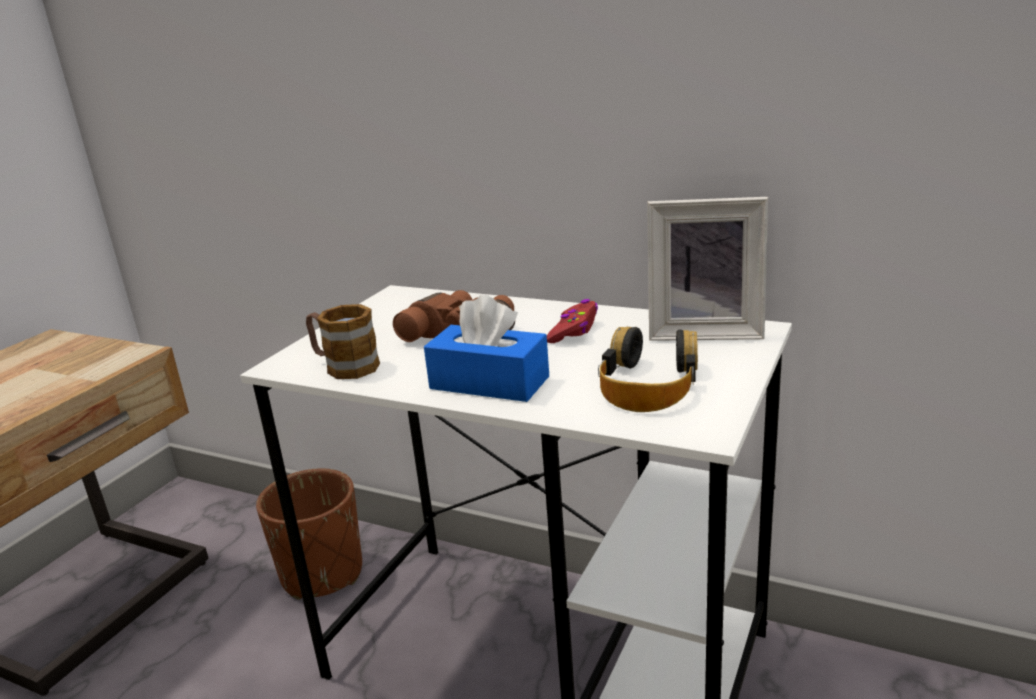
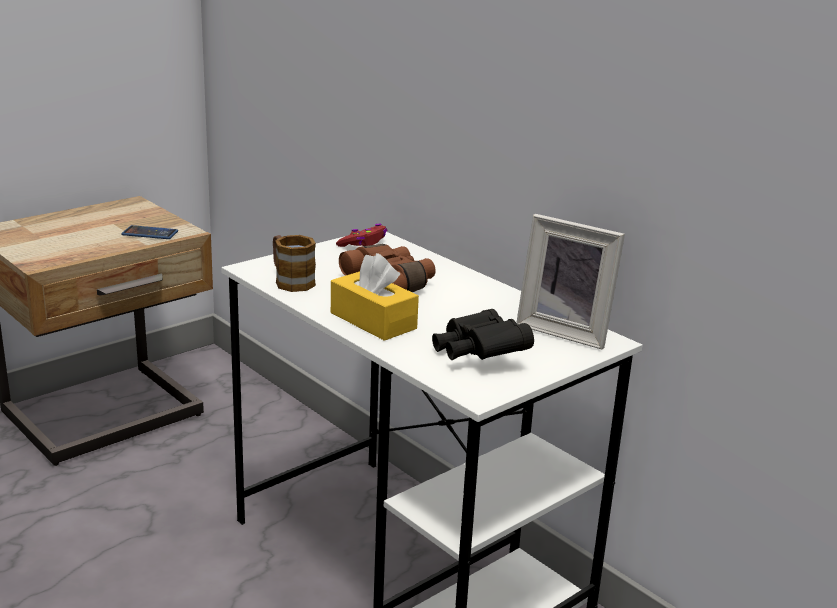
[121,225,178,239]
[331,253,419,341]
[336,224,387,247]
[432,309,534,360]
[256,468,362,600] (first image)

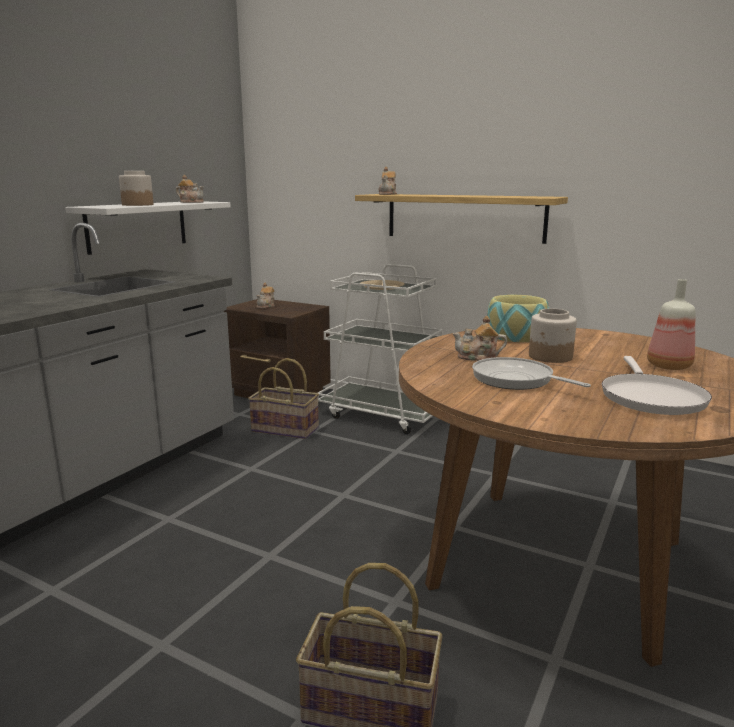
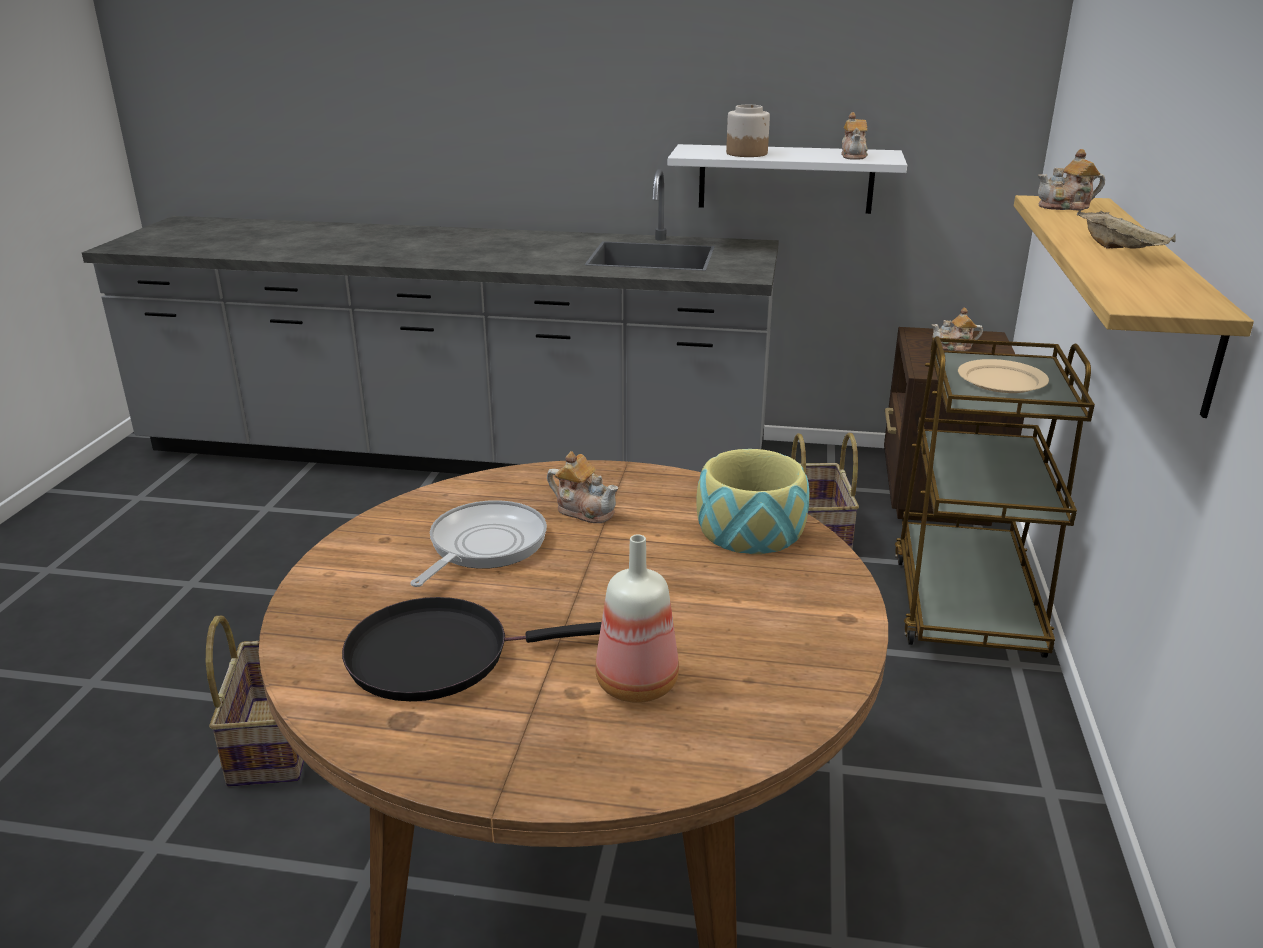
[342,597,602,701]
[547,451,618,523]
[895,336,1095,658]
[1077,209,1176,249]
[529,308,577,363] (first image)

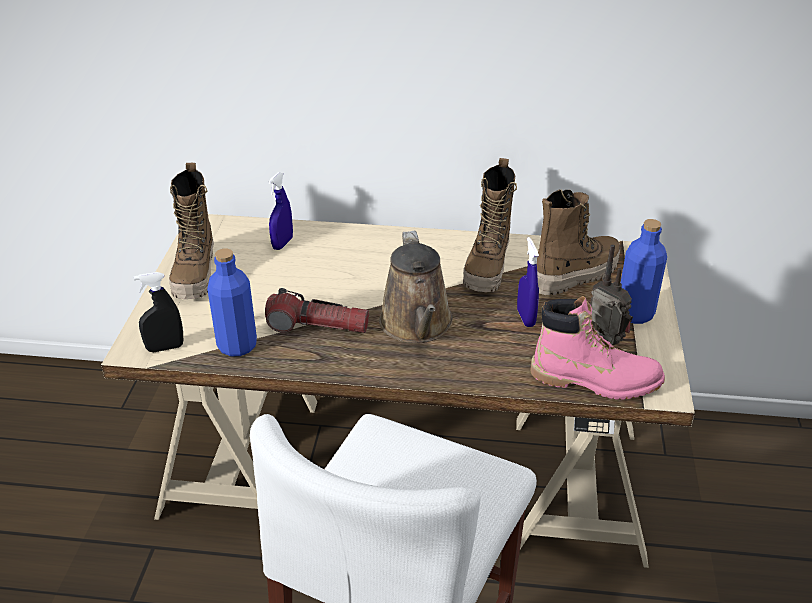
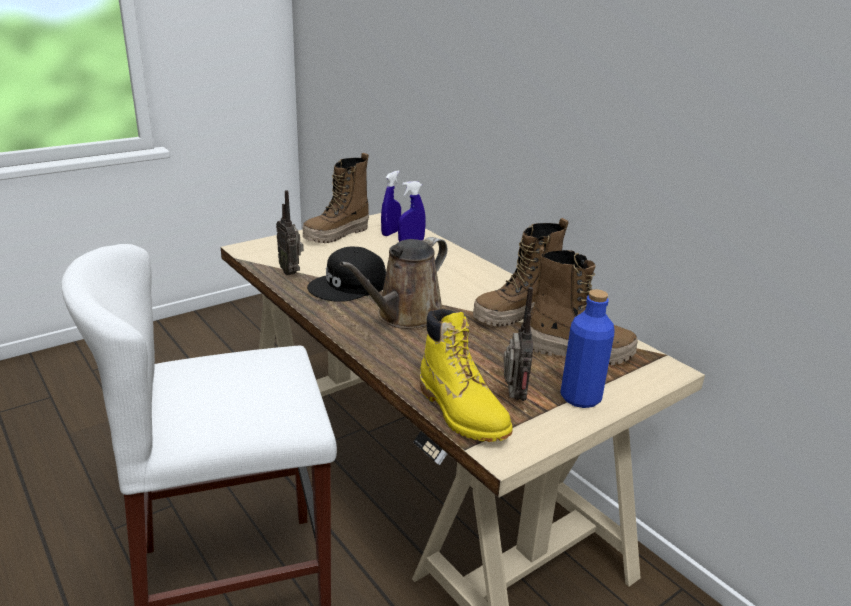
[276,190,304,275]
[307,247,386,302]
[381,171,401,236]
[419,308,513,442]
[134,272,183,352] (first image)

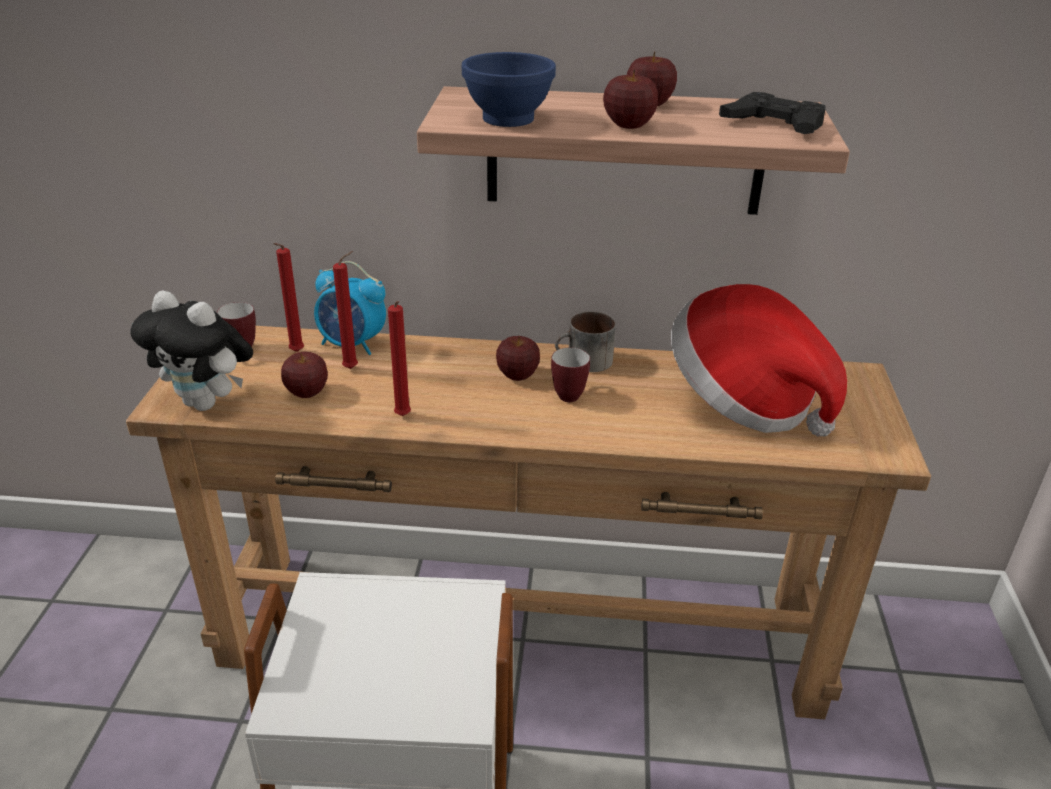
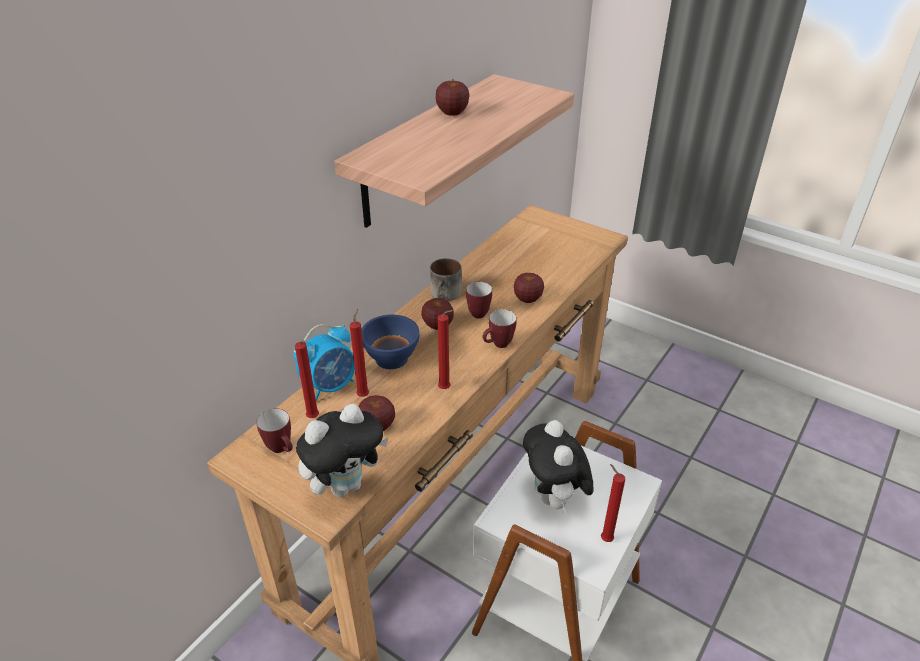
[361,315,420,369]
[482,309,517,348]
[514,273,544,303]
[523,420,593,514]
[601,464,625,542]
[671,284,847,436] (first image)
[719,92,826,134] (first image)

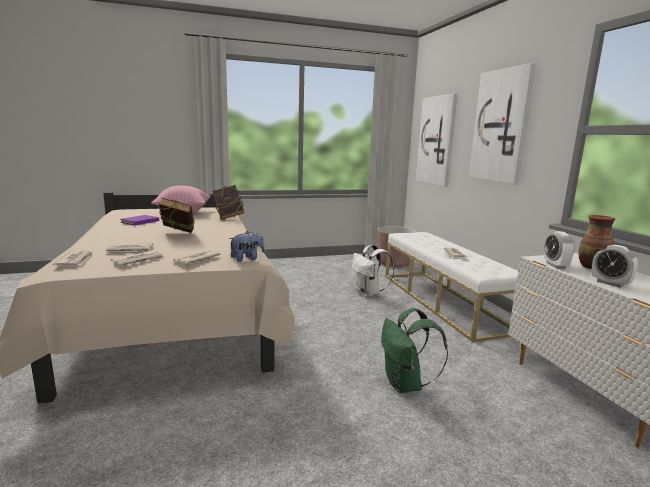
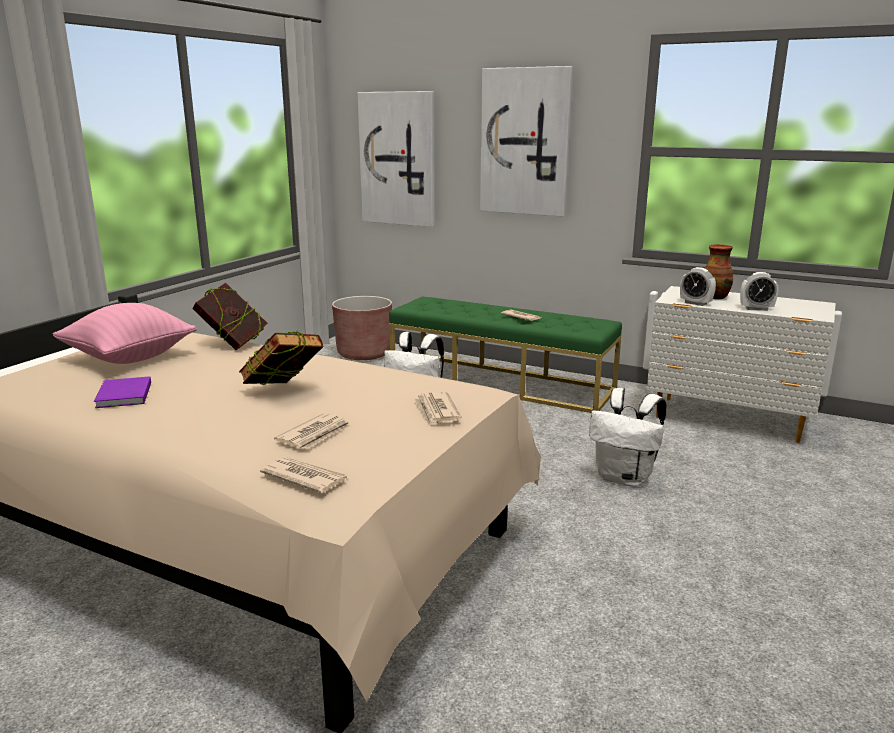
[389,297,622,413]
[589,388,666,487]
[110,251,165,266] (first image)
[229,231,265,262] (first image)

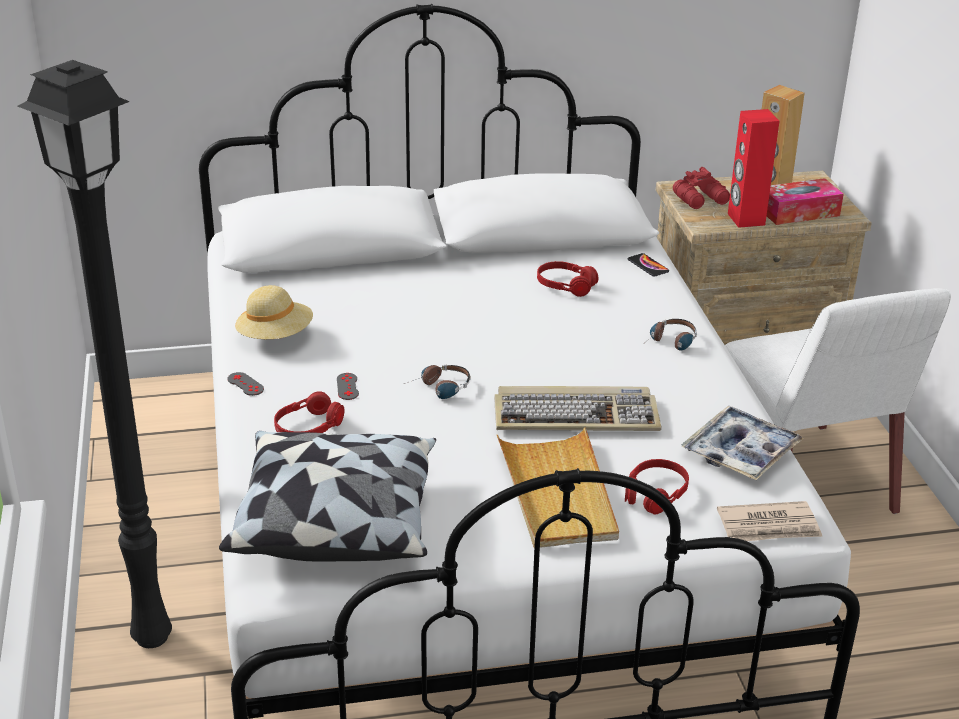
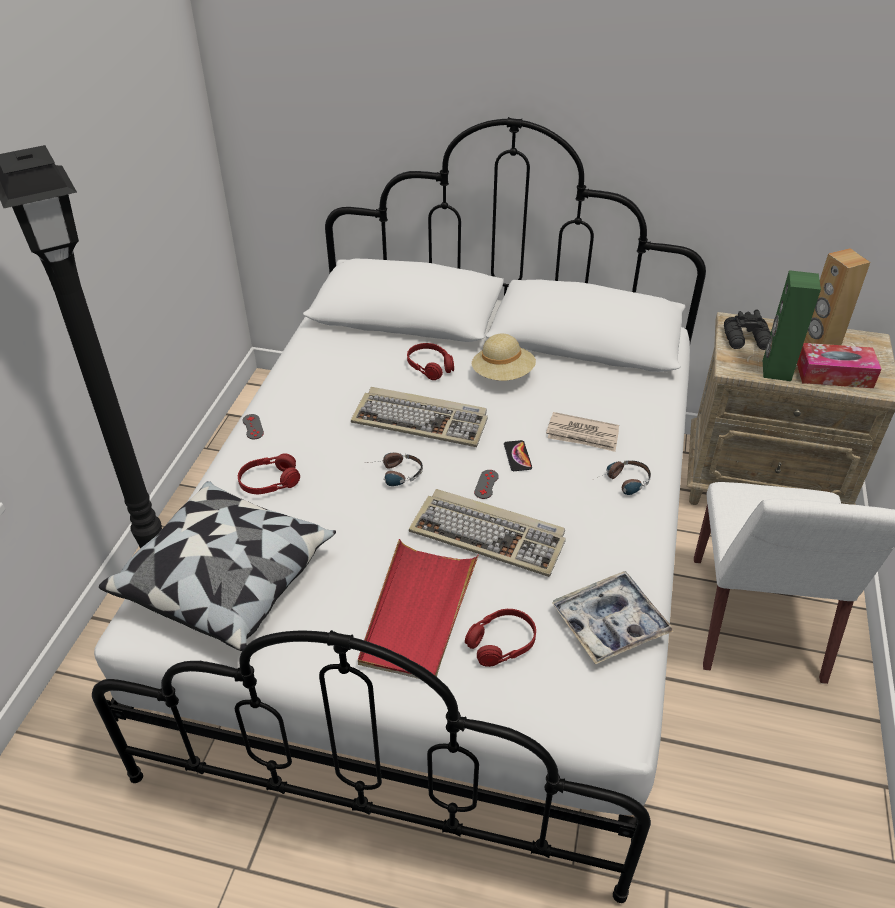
[351,387,488,447]
[358,539,479,679]
[407,343,454,380]
[472,334,536,381]
[474,470,499,499]
[504,440,532,471]
[546,412,619,452]
[724,309,771,350]
[763,270,821,381]

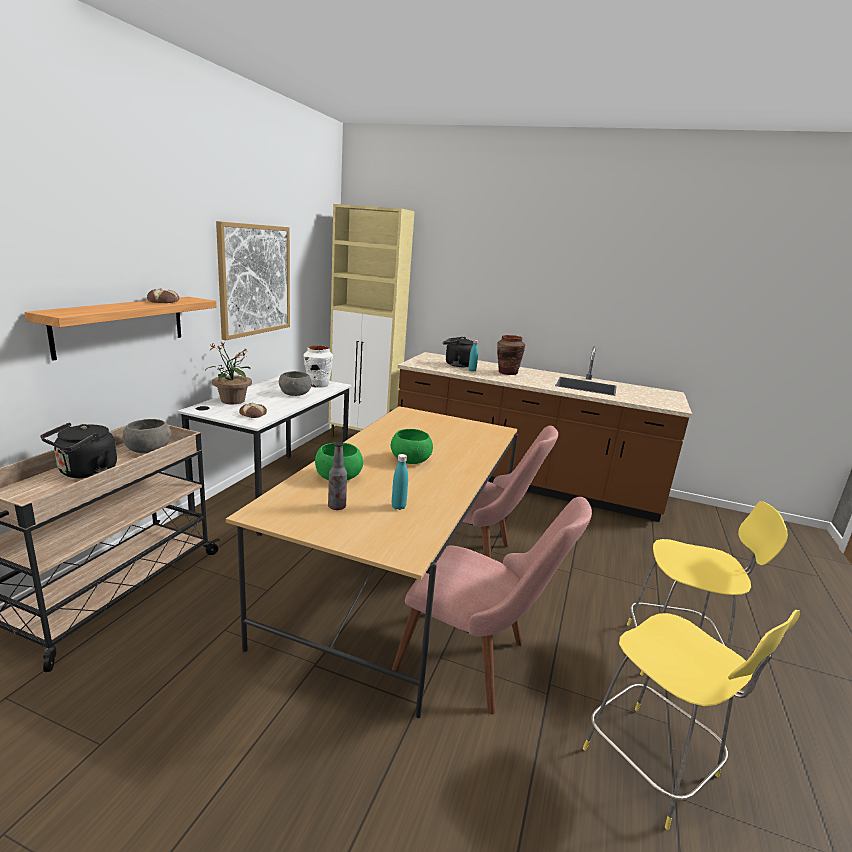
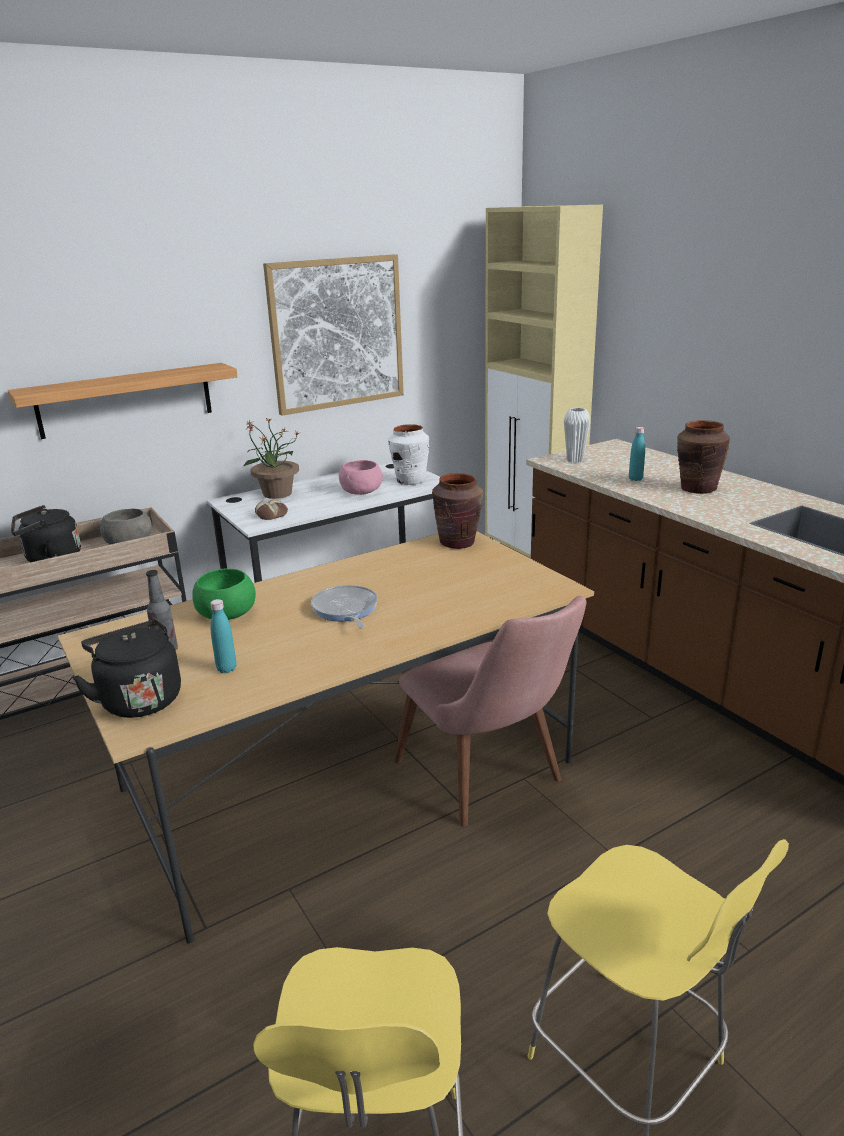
[72,620,181,718]
[311,585,378,629]
[339,460,383,495]
[432,473,483,549]
[564,408,591,463]
[147,288,179,303] (first image)
[392,497,592,715] (first image)

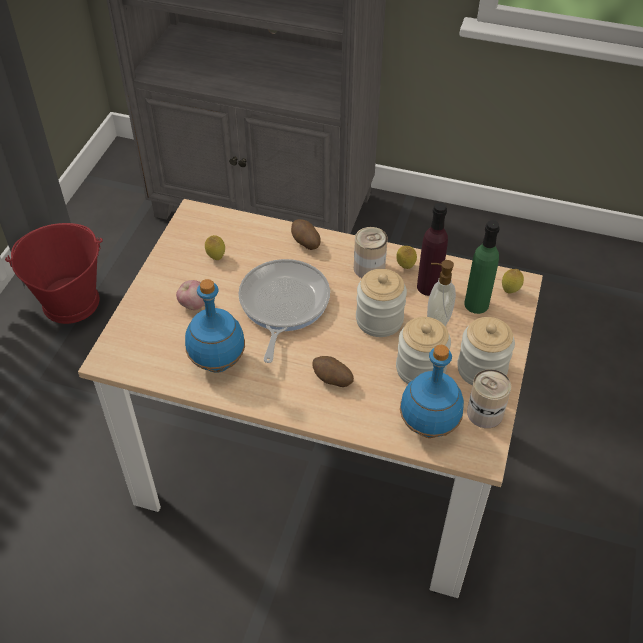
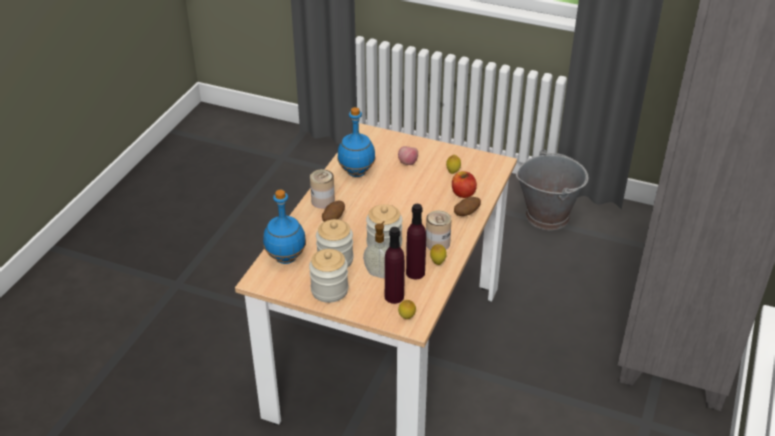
[310,169,335,209]
[385,227,405,304]
[452,171,477,198]
[516,149,589,230]
[238,259,330,363] (first image)

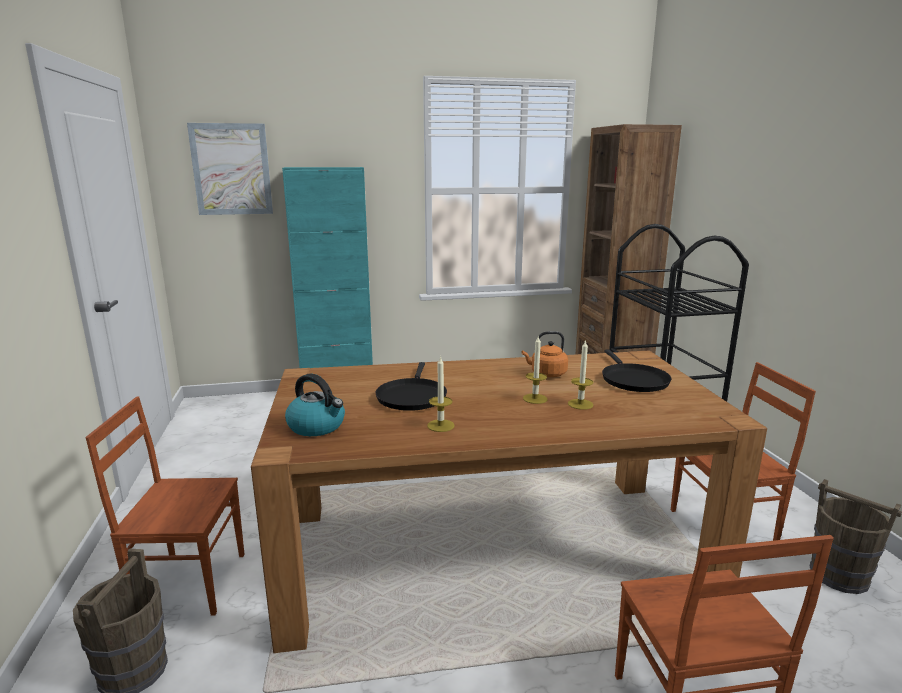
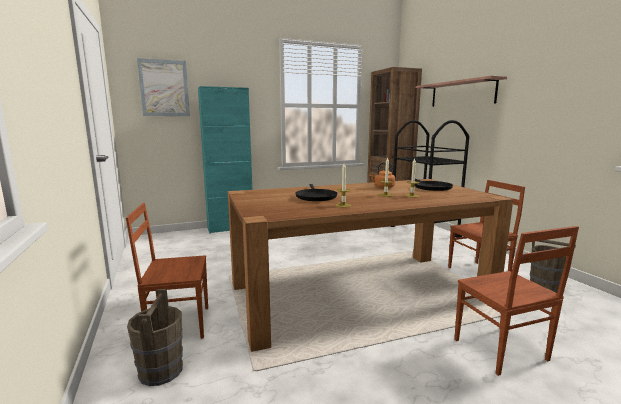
[416,76,507,107]
[285,374,345,436] (first image)

